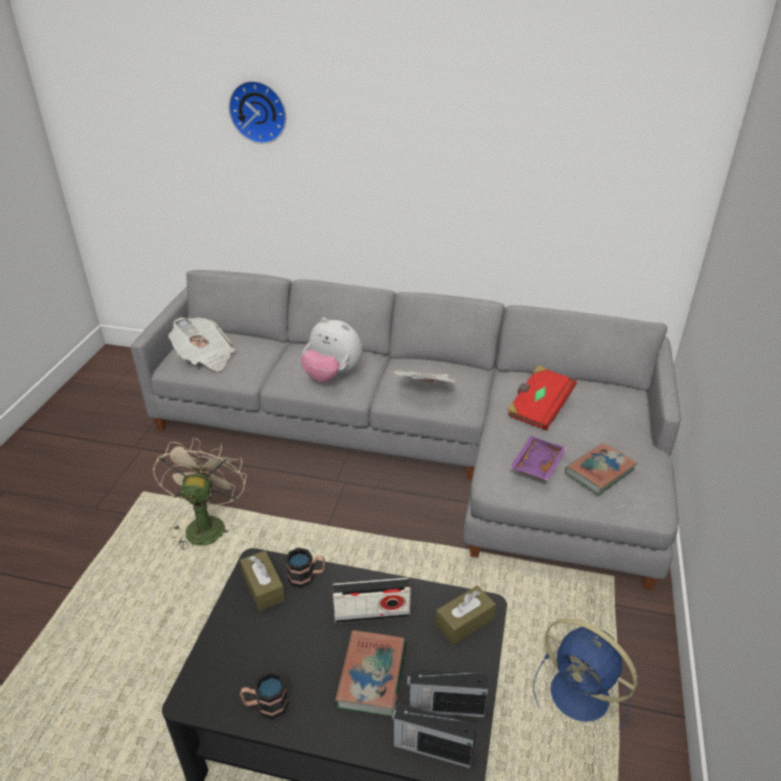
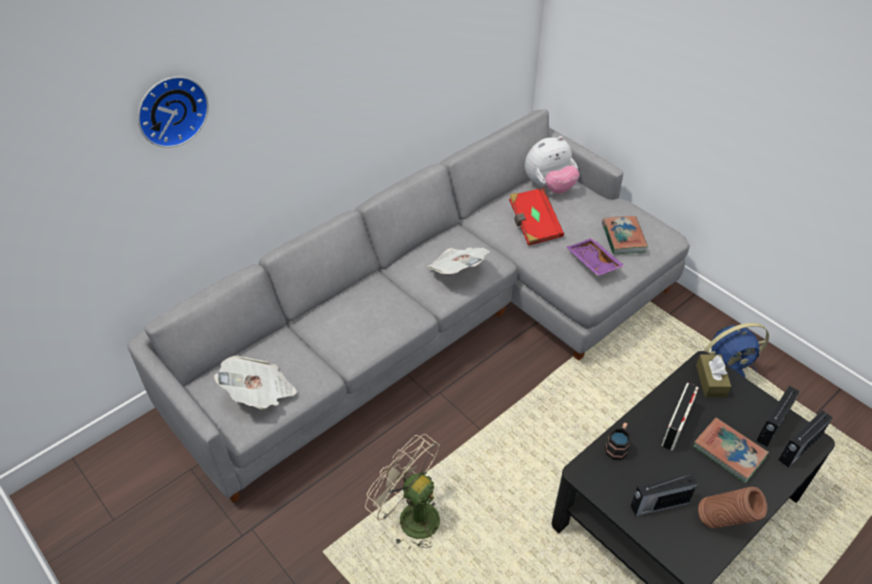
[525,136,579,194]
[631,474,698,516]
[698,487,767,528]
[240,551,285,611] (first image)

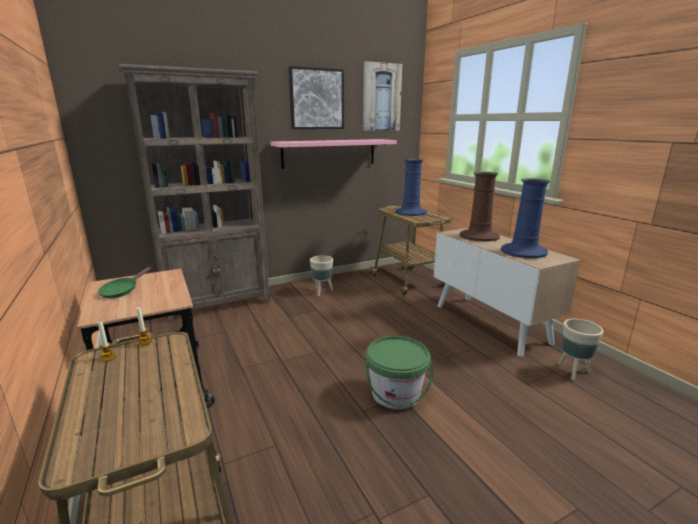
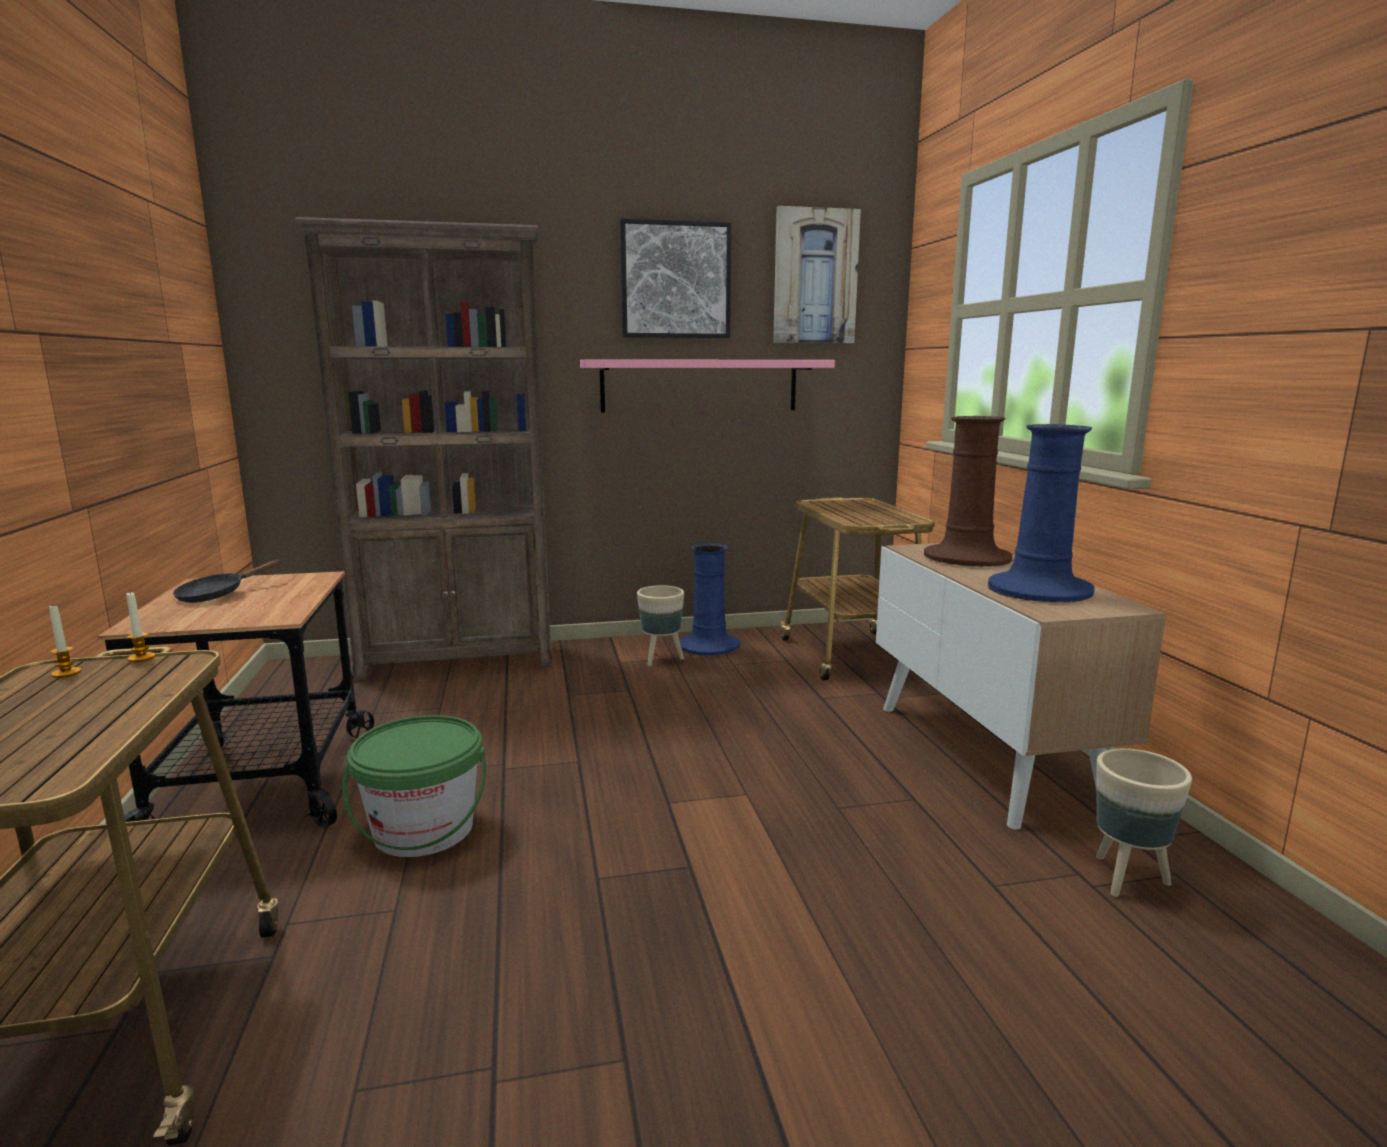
[173,559,281,603]
[342,715,486,857]
[679,543,740,656]

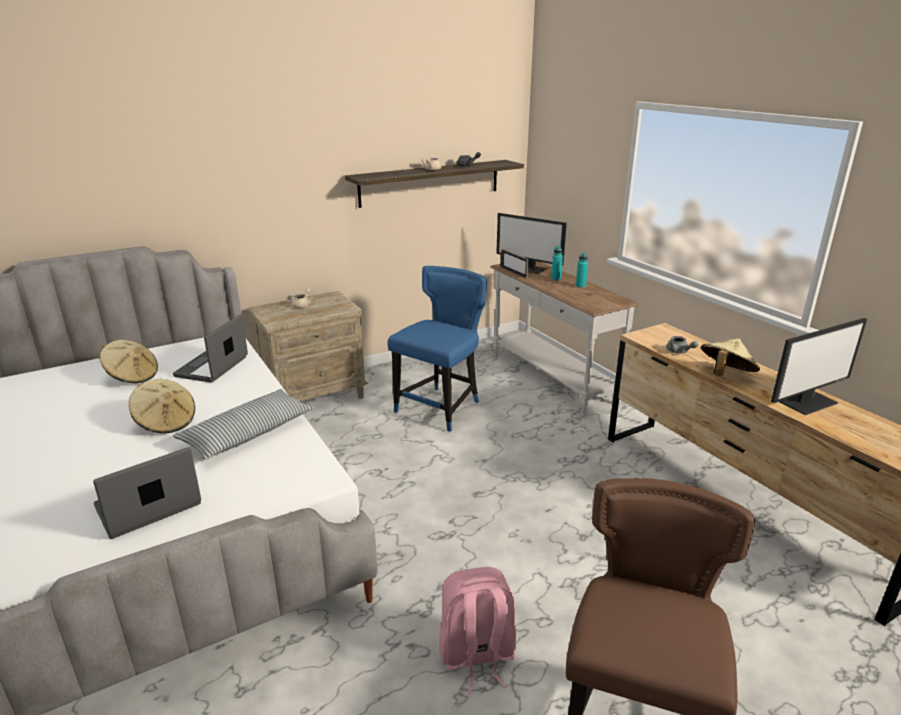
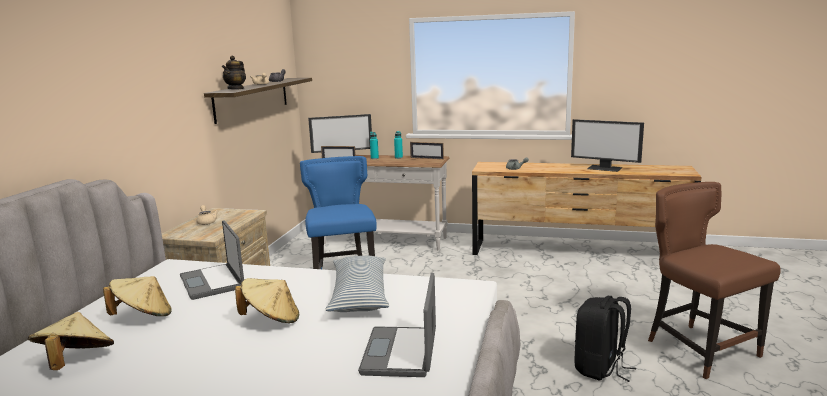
[28,312,114,370]
[222,56,246,90]
[410,142,444,159]
[571,119,644,172]
[574,296,636,382]

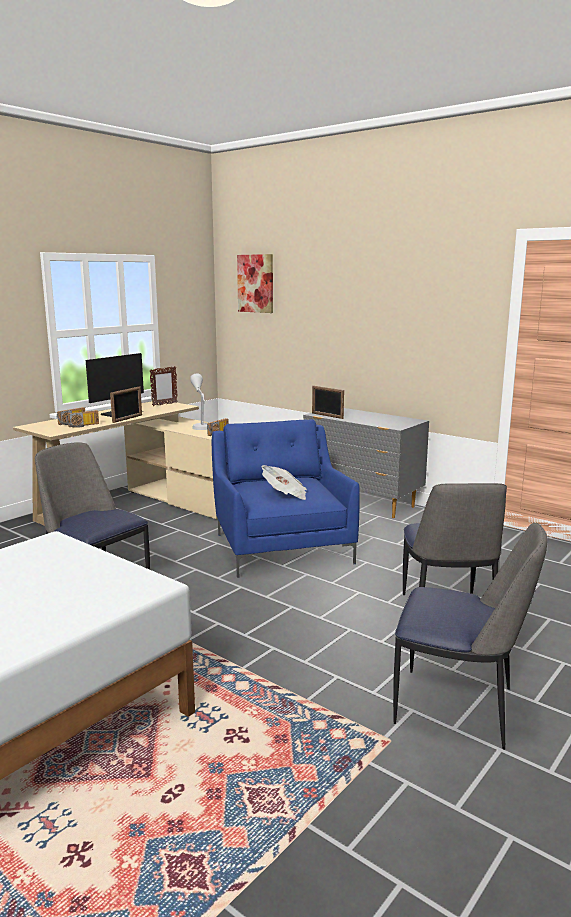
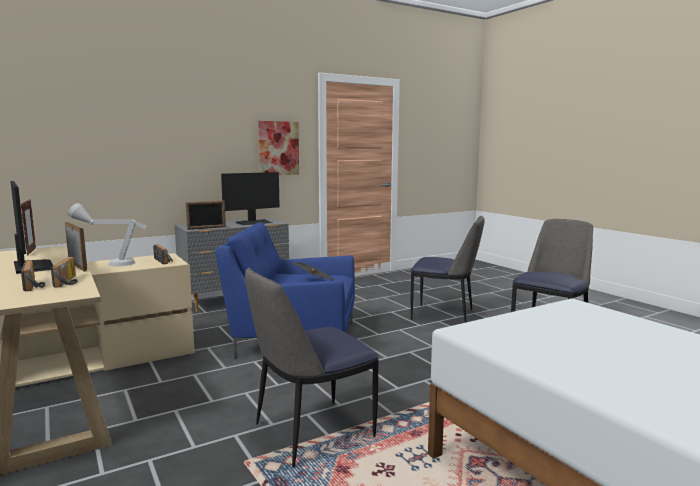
[221,172,280,225]
[258,121,299,175]

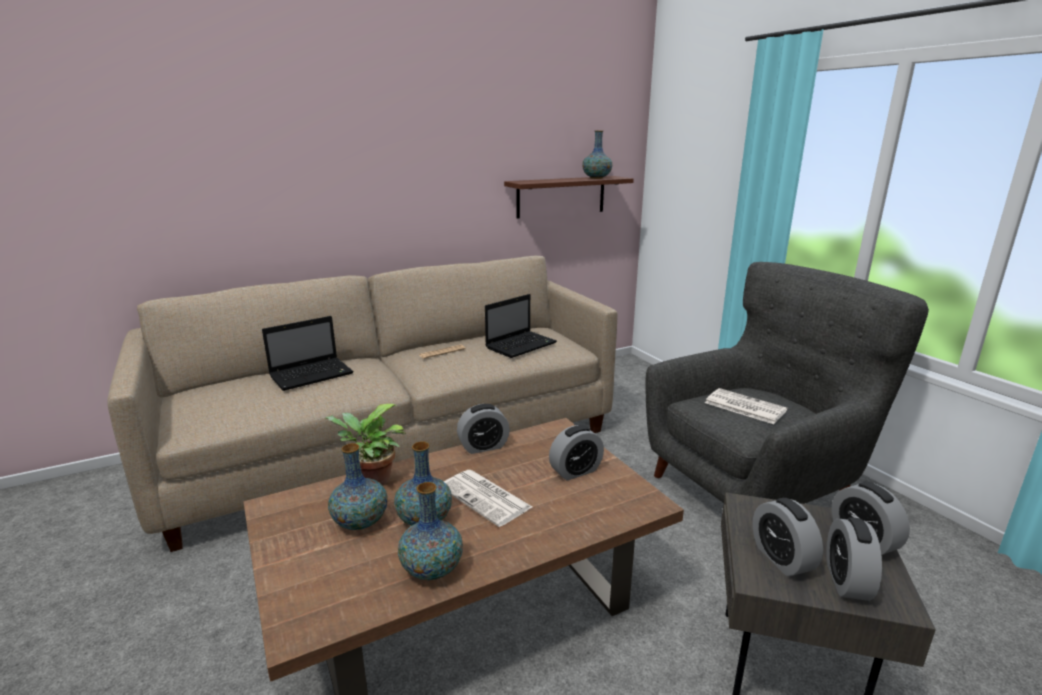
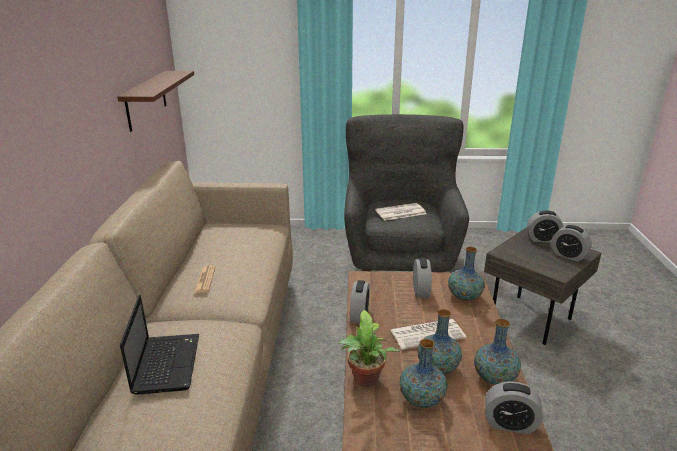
[448,247,485,301]
[485,381,543,434]
[485,294,557,358] (first image)

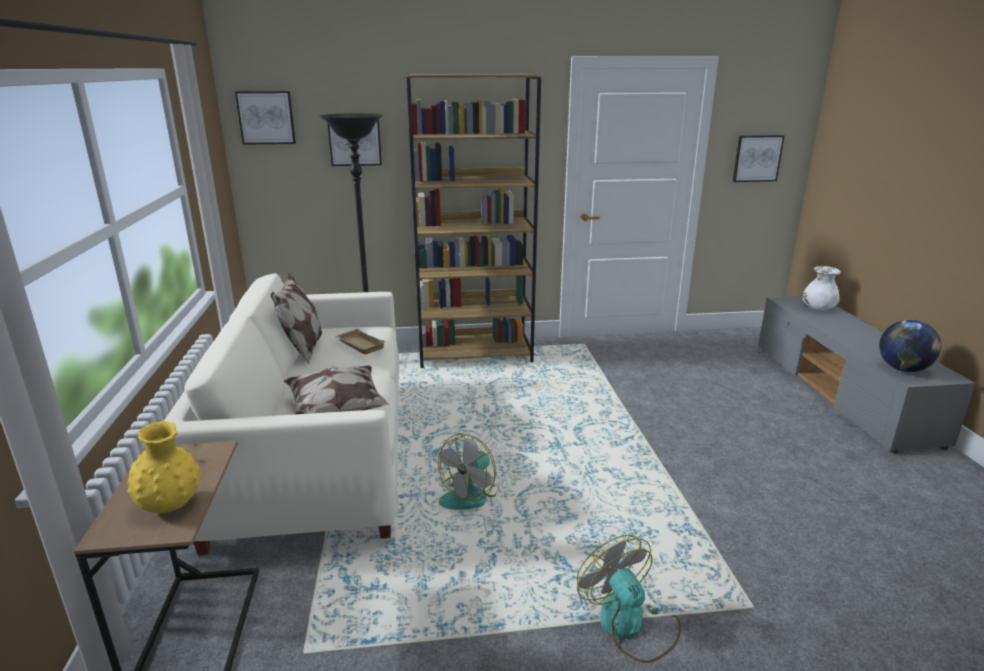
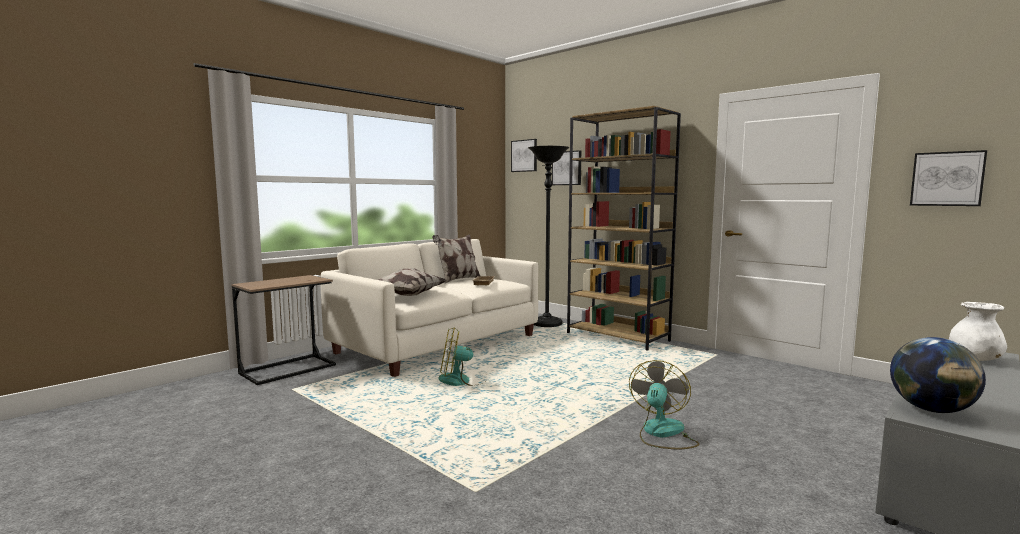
[629,360,699,449]
[127,421,201,513] (first image)

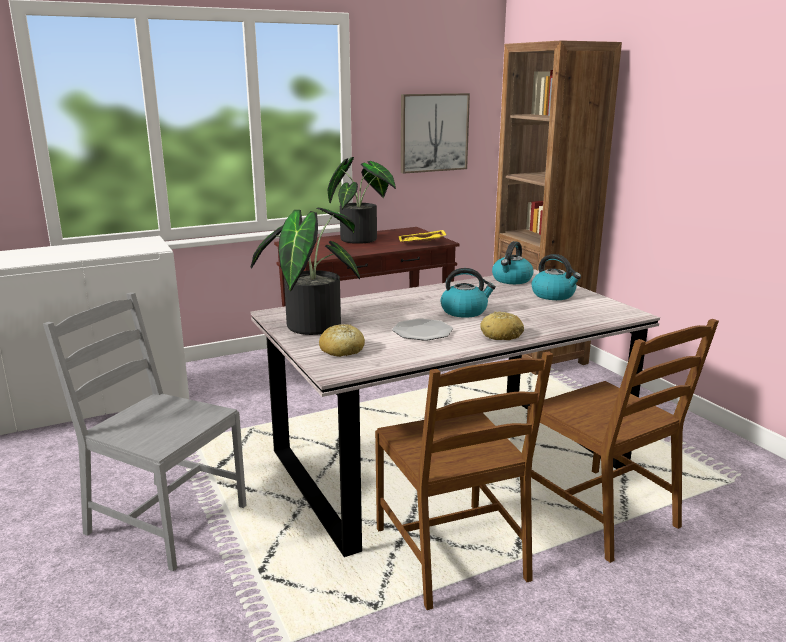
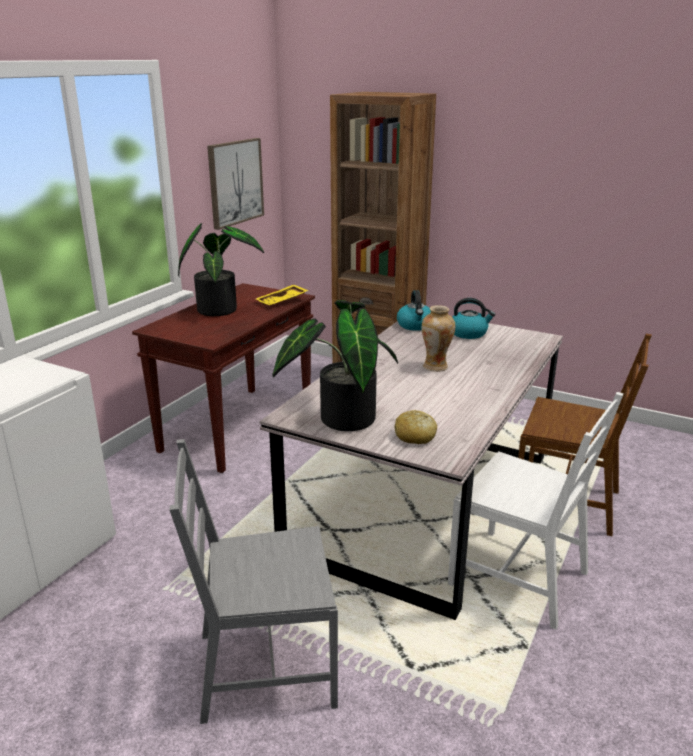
[422,305,455,372]
[448,392,624,630]
[392,318,453,341] (first image)
[480,311,524,340] (first image)

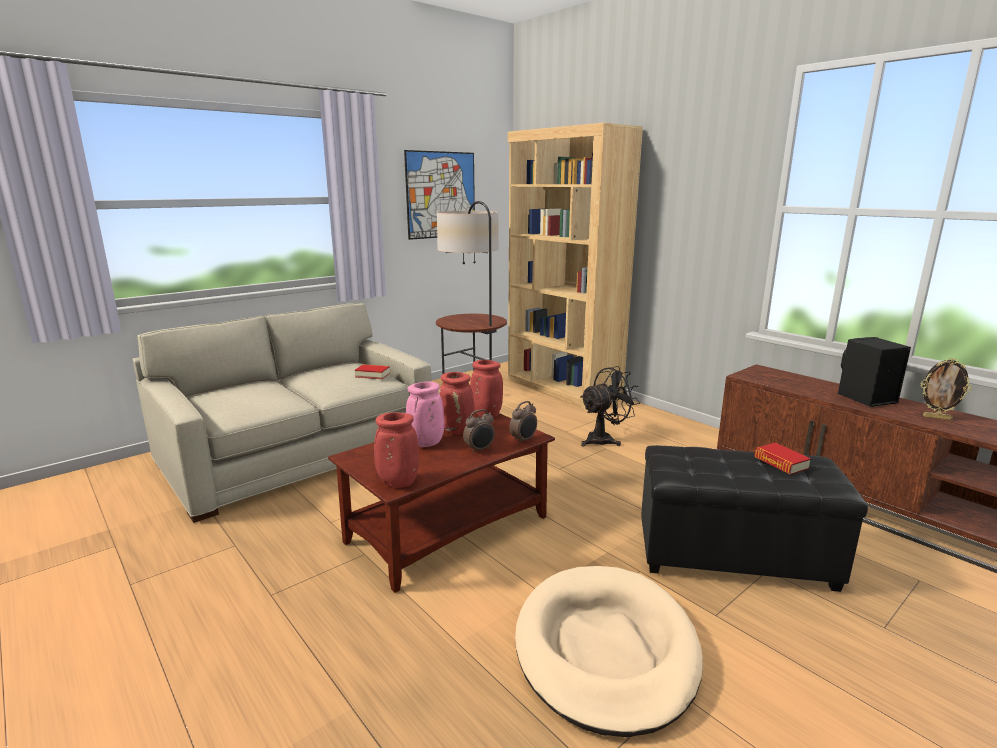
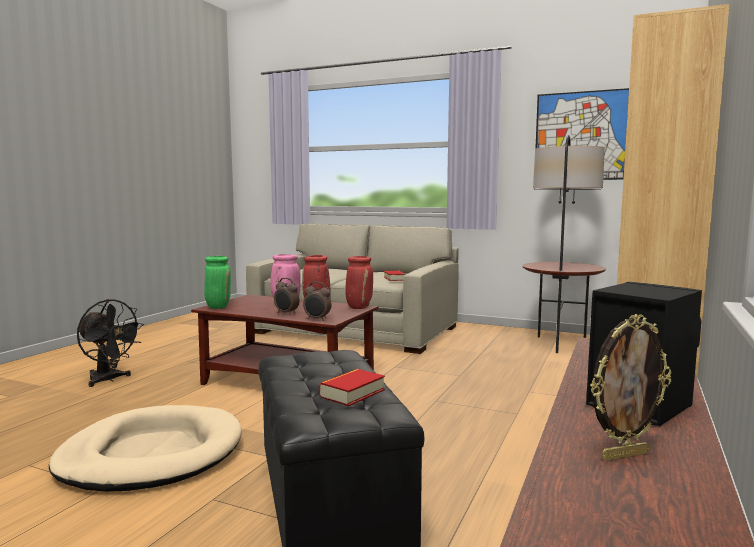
[77,299,144,387]
[204,256,231,309]
[590,314,671,461]

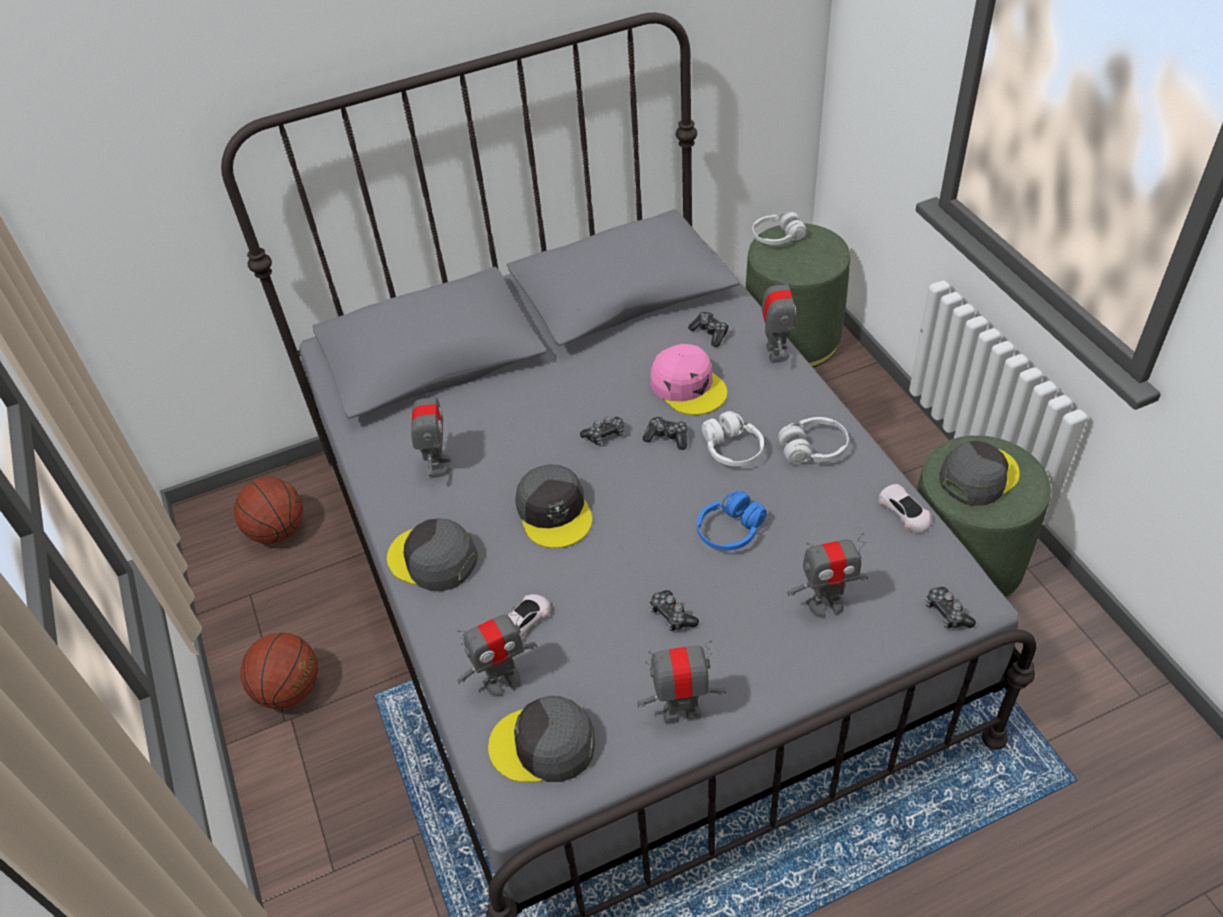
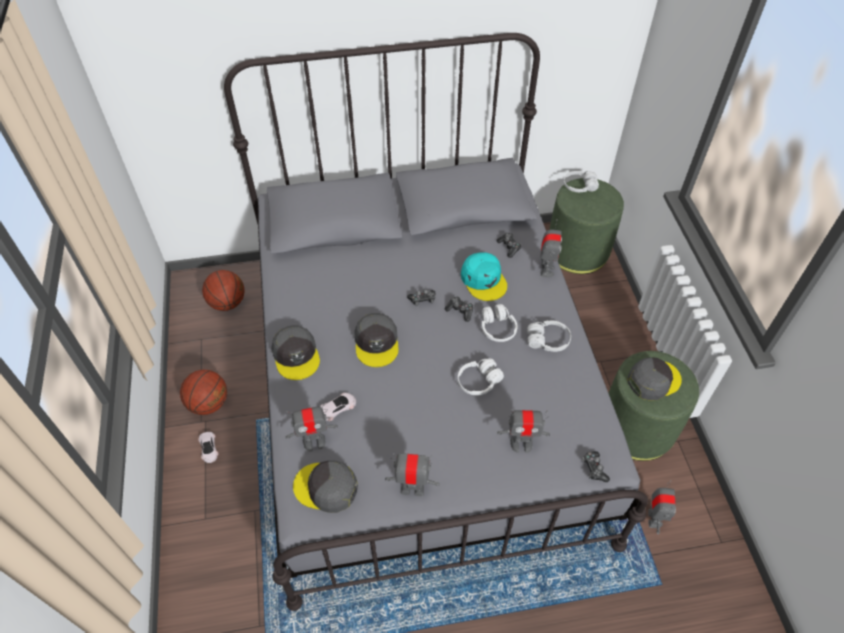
[198,432,218,463]
[271,325,320,380]
[458,358,504,395]
[461,252,507,301]
[648,480,676,534]
[649,590,699,631] (first image)

